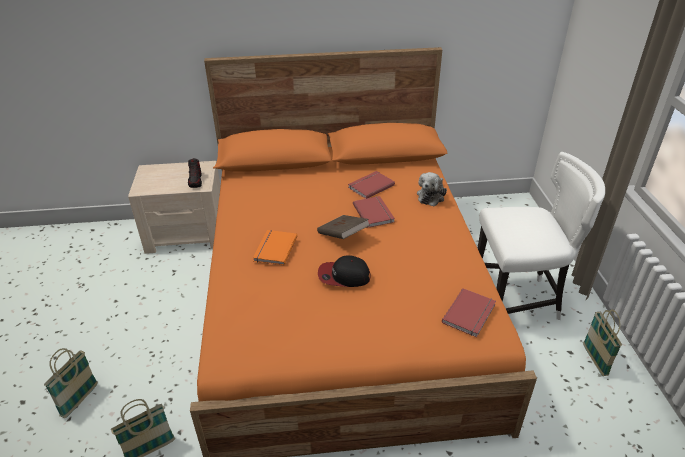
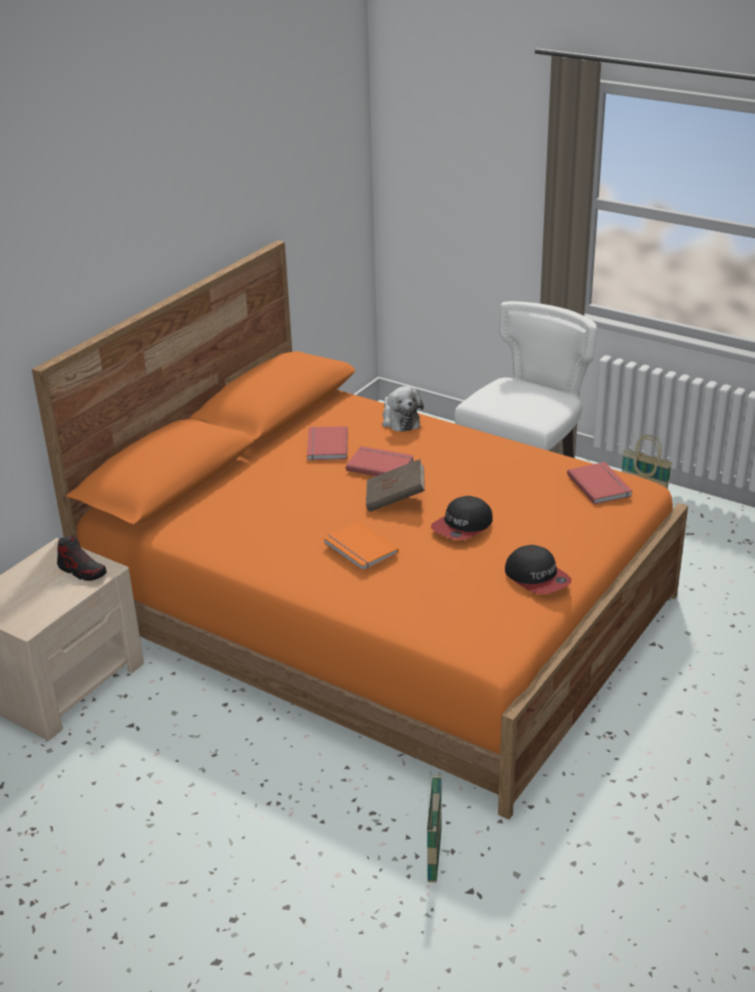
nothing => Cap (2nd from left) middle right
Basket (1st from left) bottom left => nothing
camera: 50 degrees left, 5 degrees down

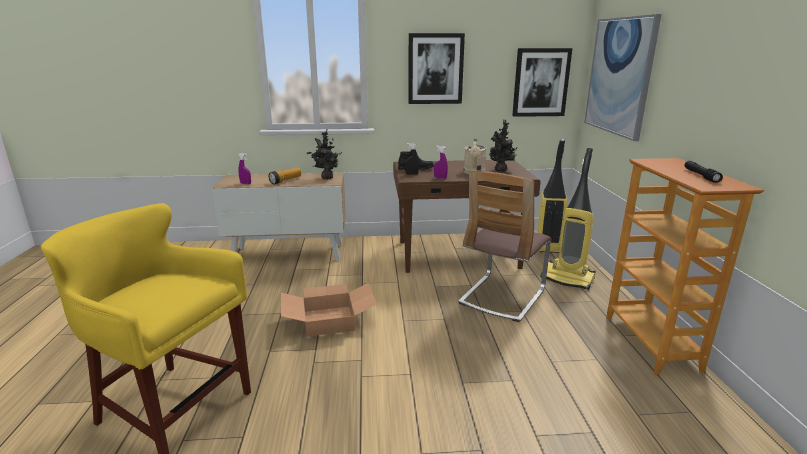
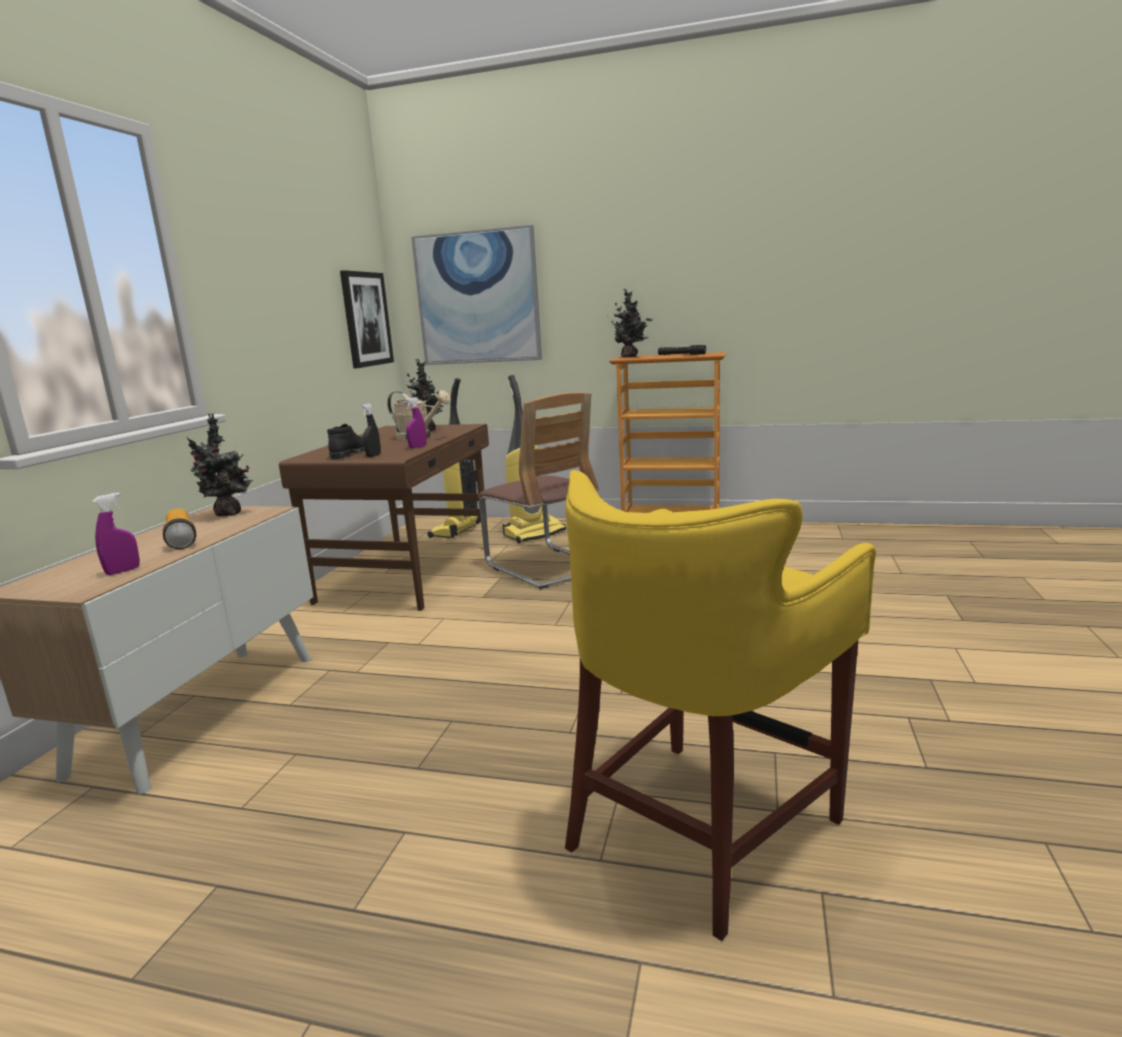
nothing => PottedPlant (3rd from left) top centre
CardboardBox bottom centre => nothing
Picture (1st from left) top centre => nothing
camera: 70 degrees left, 5 degrees down

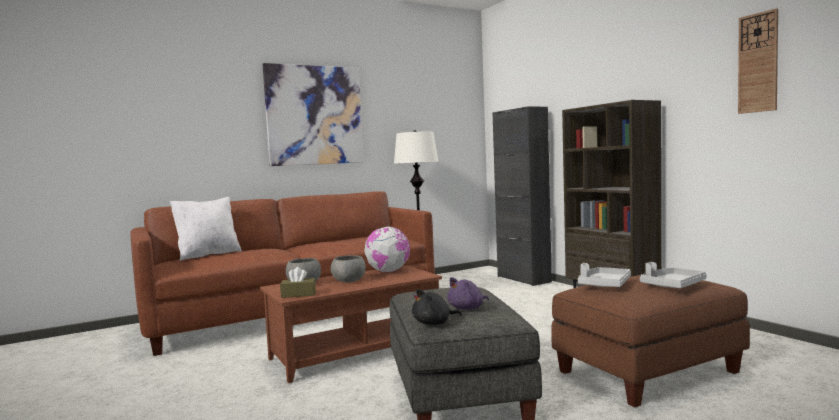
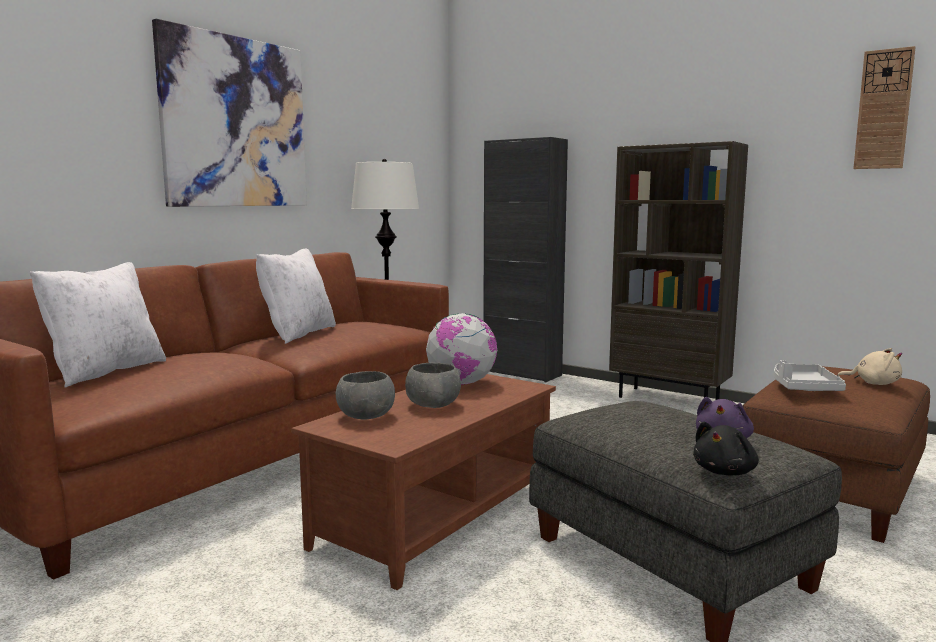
nothing => WhitePillow (2nd from left) middle left
GreyTray (2nd from left) middle right => BeigePlushToy middle right
BrownTissueBox bottom centre => nothing
camera: 25 degrees left, 5 degrees up

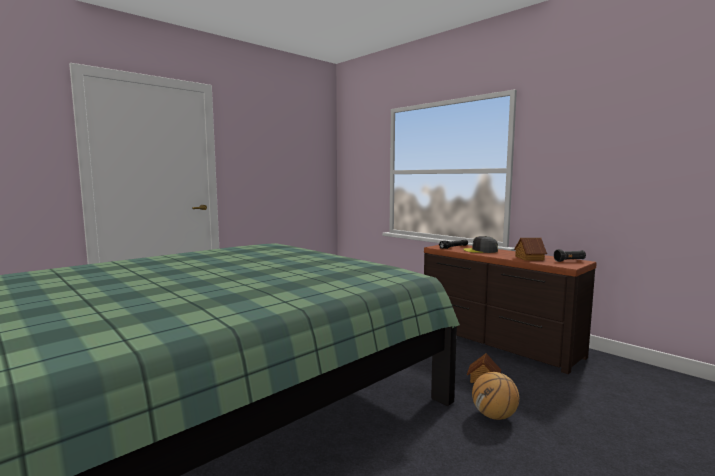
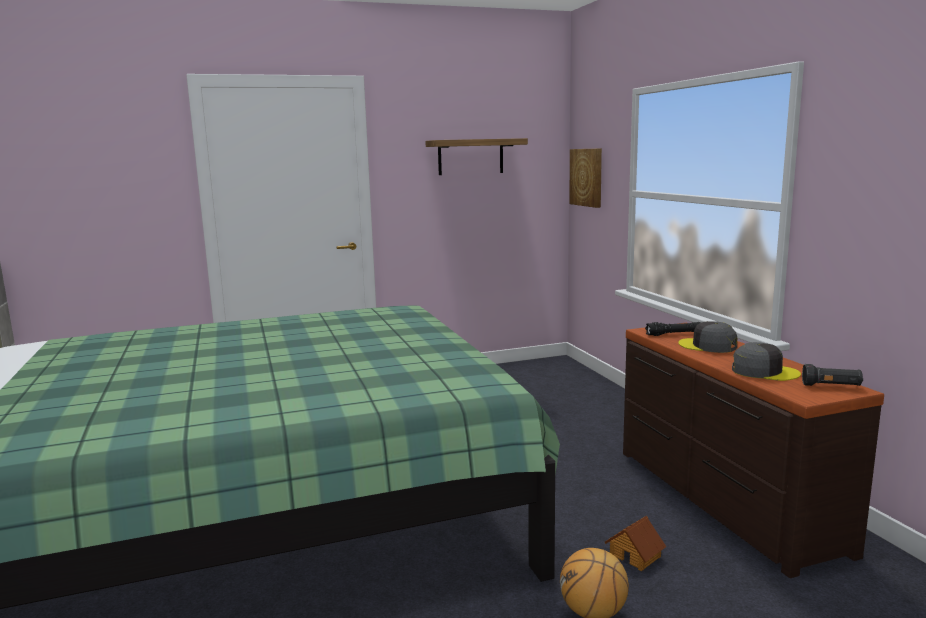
nothing => Shelf top centre
nothing => Picture top centre
ToyHouse (2nd from left) middle right => GreyCap (2nd from left) middle right
camera: 25 degrees right, 5 degrees up

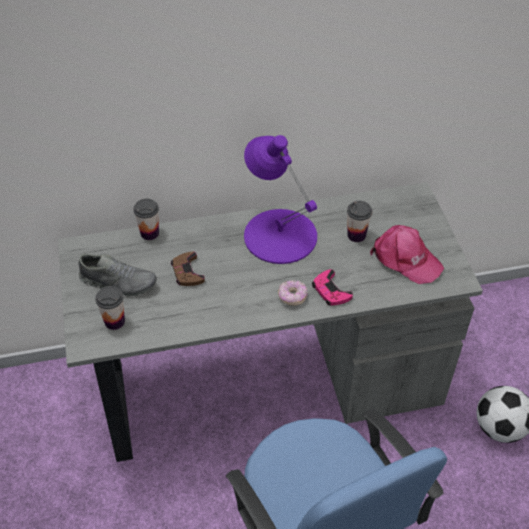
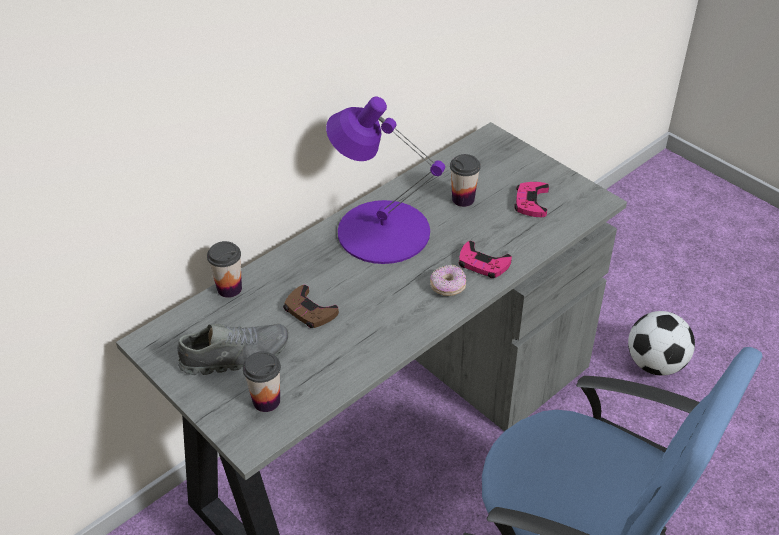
PinkCap middle right => PinkGameController (2nd from left) middle right
camera: 30 degrees left, 5 degrees down

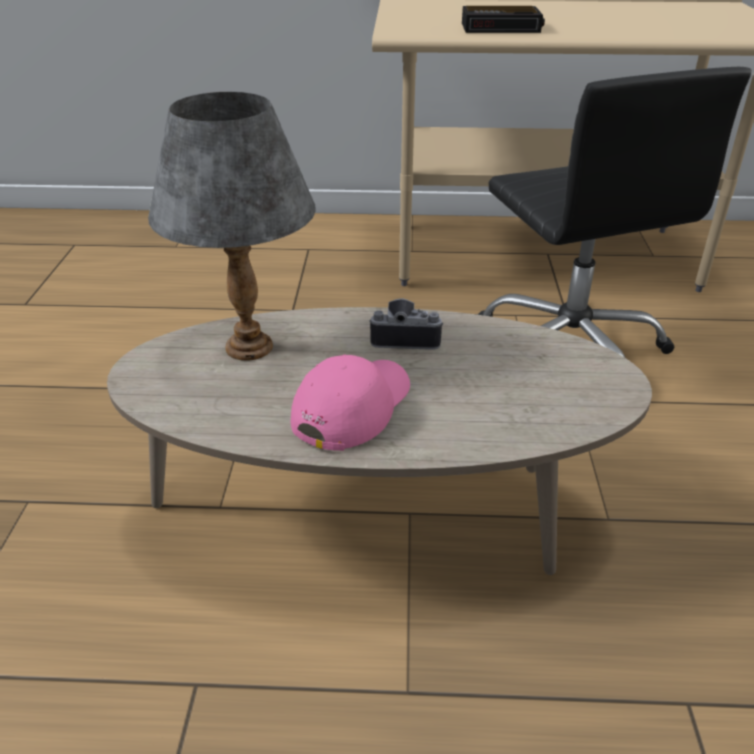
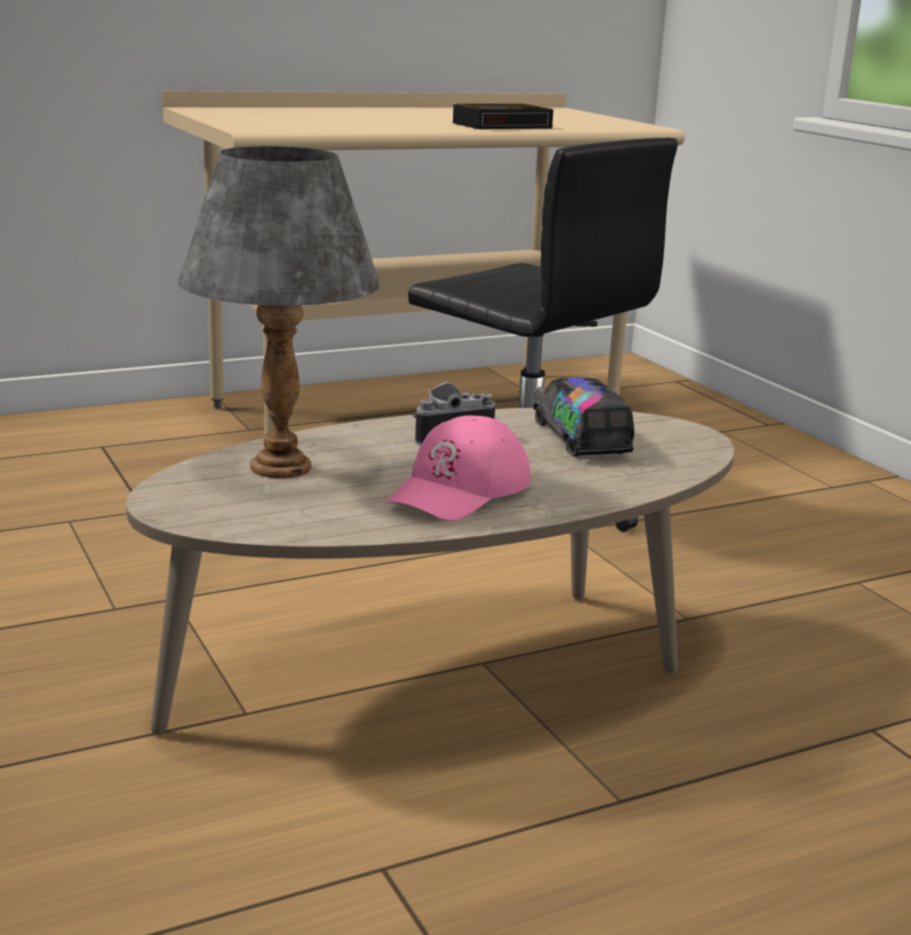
PinkCap centre, 150 degrees counterclockwise
AlarmClock top right => AlarmClock top centre, moved
nothing => ToyTruck centre
camera: 30 degrees left, 15 degrees down

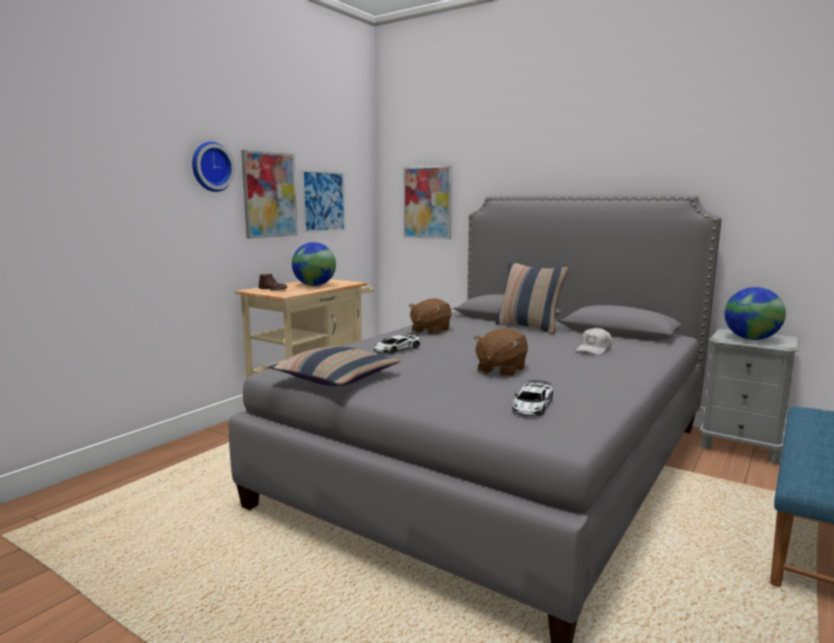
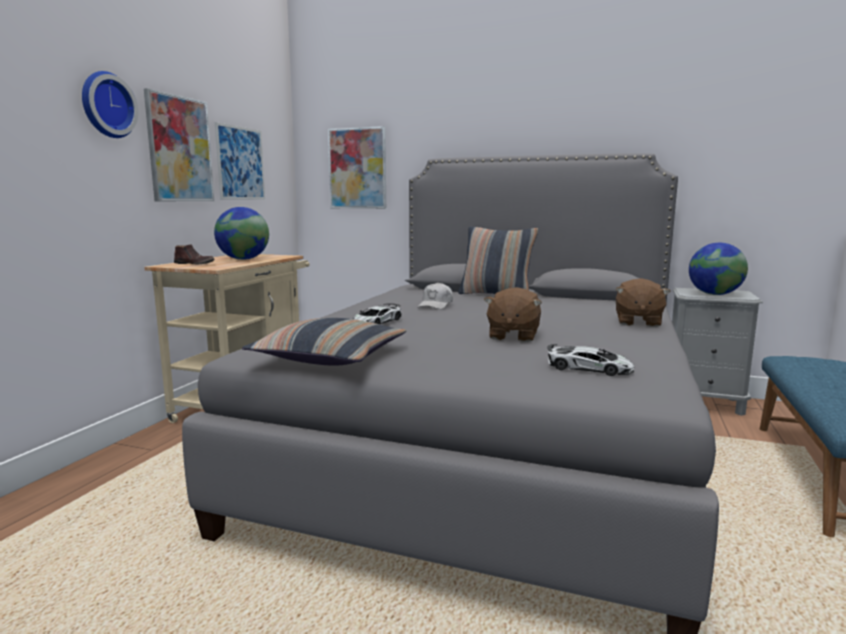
WhiteCap middle right => WhiteCap centre, moved
ToyCar (2nd from left) centre => ToyCar (2nd from left) middle right, 75 degrees counterclockwise
BrownPlushToy (1st from left in the first image) centre => BrownPlushToy (2nd from left) middle right, moved
camera: 15 degrees left, 0 degrees up

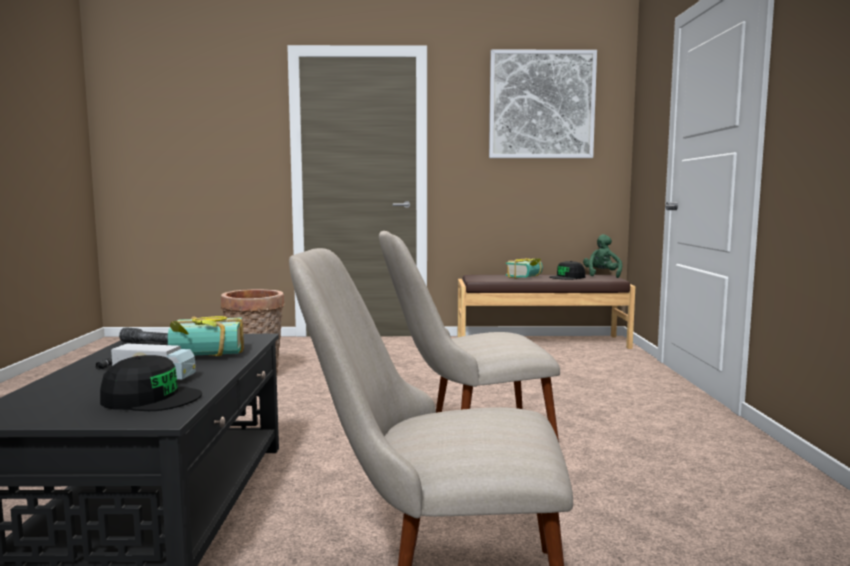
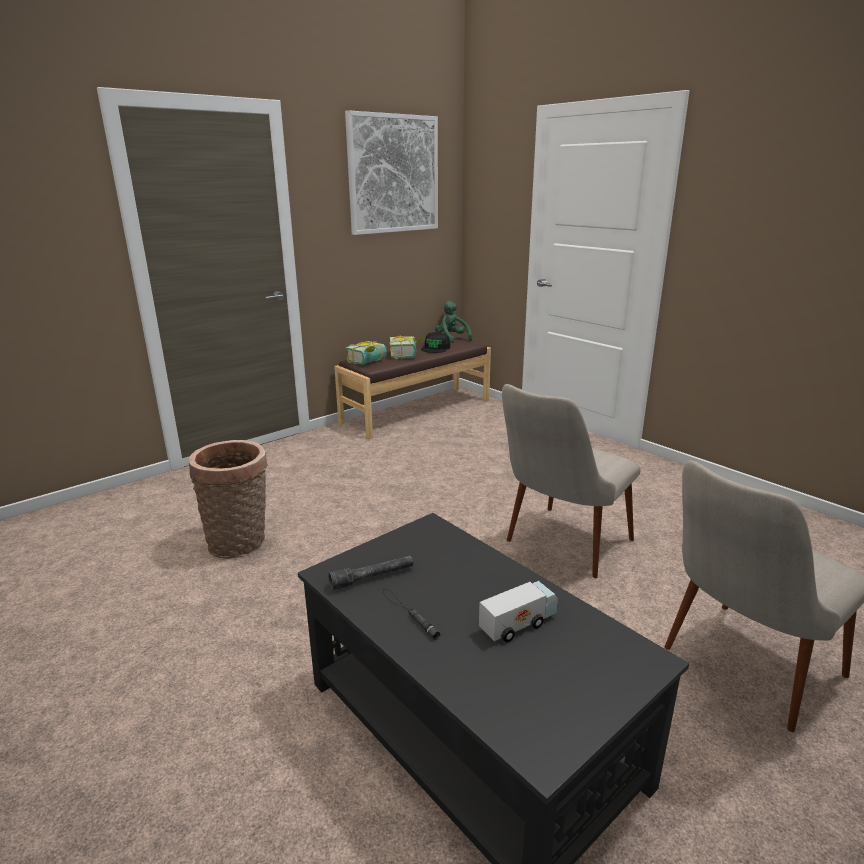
Book (1st from left) middle left => Book (1st from left) centre, moved
BlackCap (1st from left) bottom left => nothing
camera: 40 degrees left, 15 degrees up

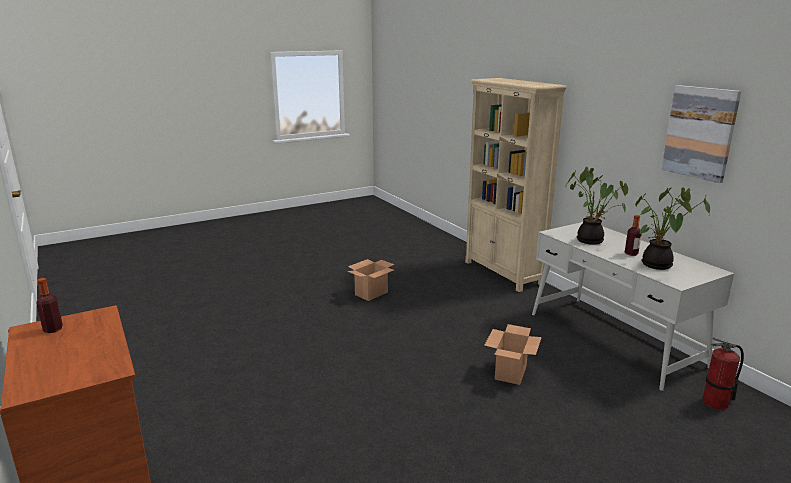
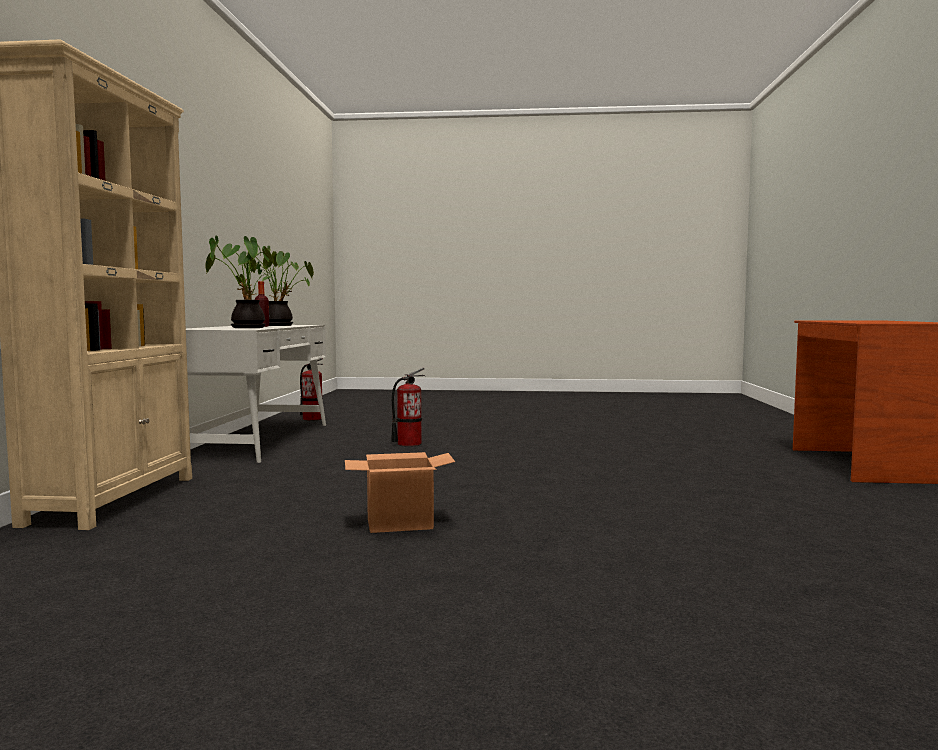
CardboardBox (2nd from left) bottom centre => FireExtinguisher (2nd from left) centre
Bottle (1st from left) middle left => nothing
Picture top right => nothing
camera: 145 degrees left, 15 degrees down

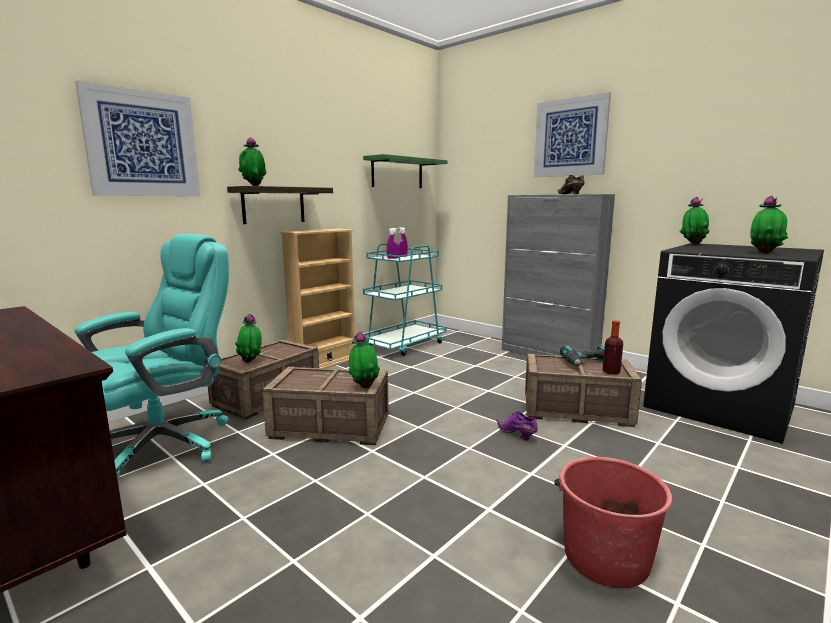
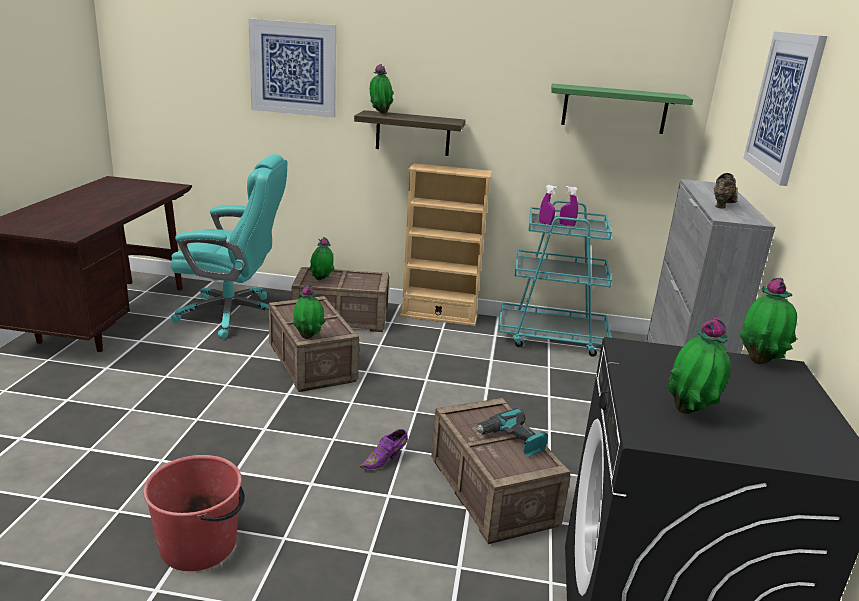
PurpleShoe bottom centre, 150 degrees counterclockwise
Bottle middle right => nothing
camera: 55 degrees right, 10 degrees up

